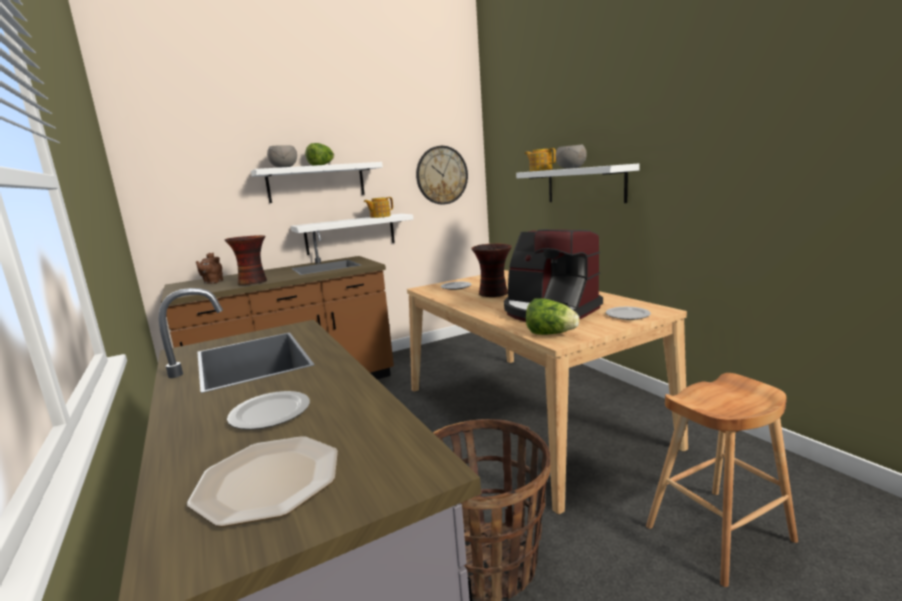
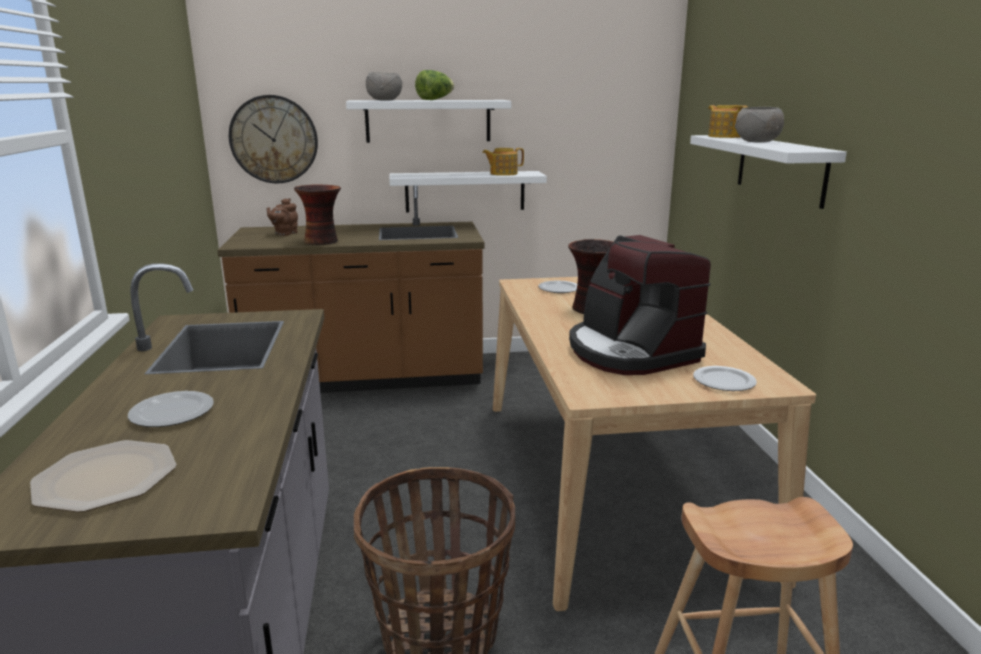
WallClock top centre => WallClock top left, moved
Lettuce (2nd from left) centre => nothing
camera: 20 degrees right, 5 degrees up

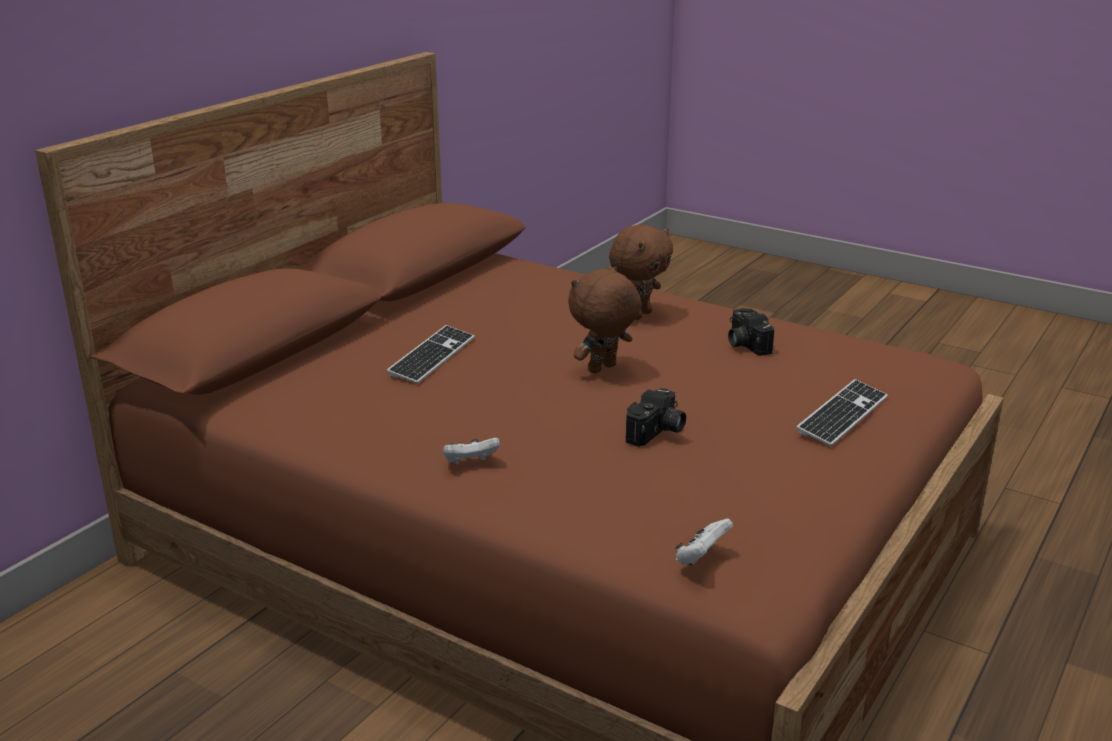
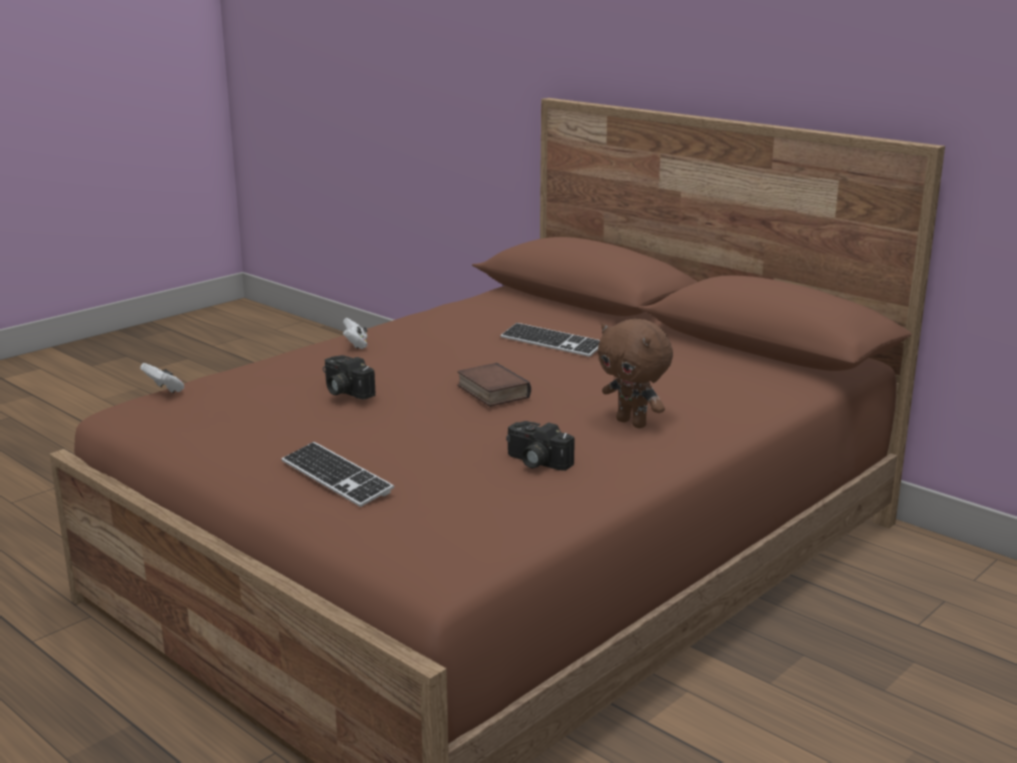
BrownPlushToy (1st from left) centre => Book centre
PhotoCamera (2nd from left) middle right => PhotoCamera (2nd from left) centre, 135 degrees counterclockwise
camera: 100 degrees right, 5 degrees down

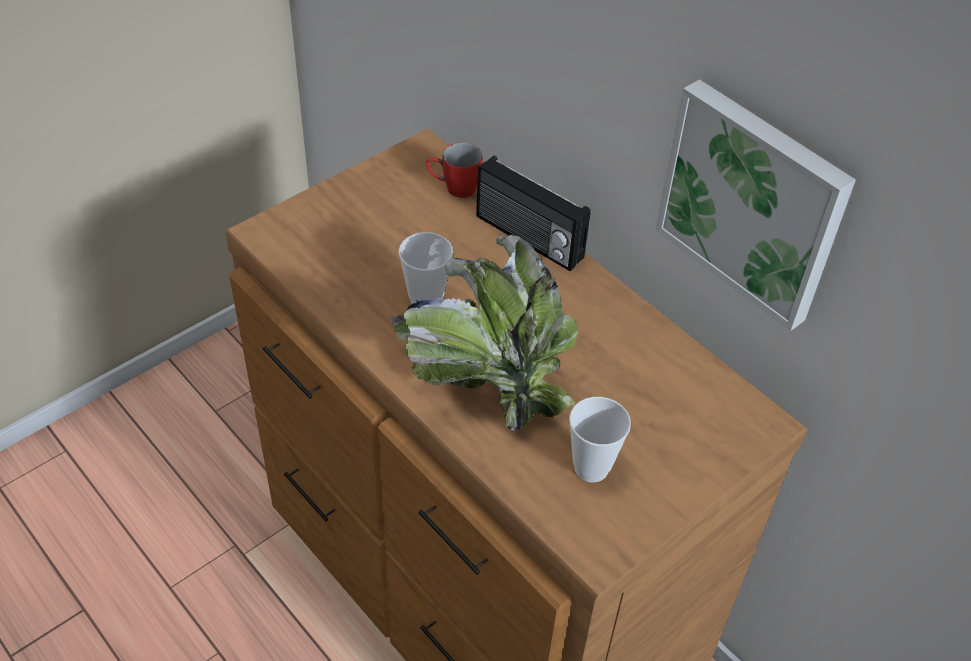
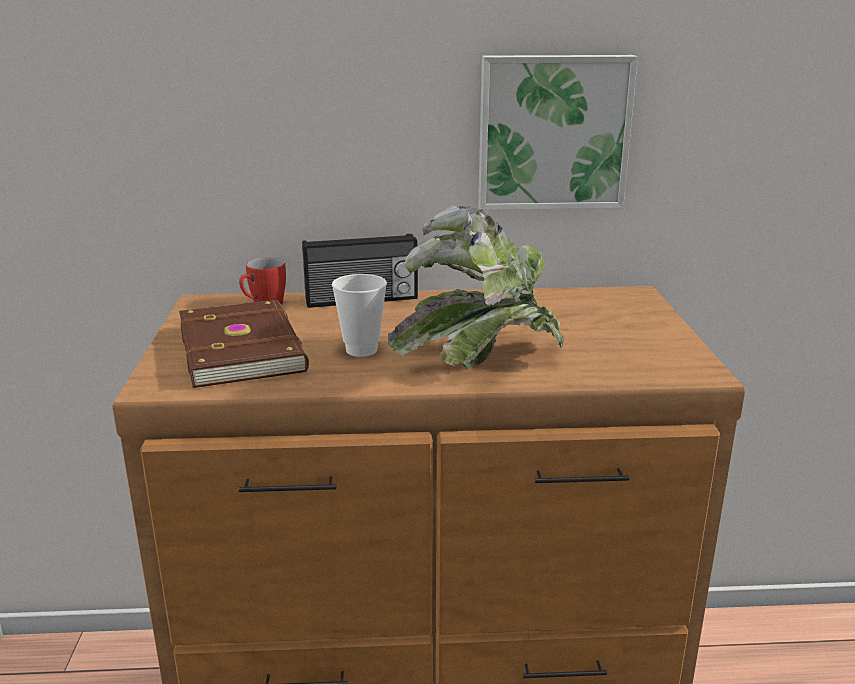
nothing => BrownBook middle left
Cup (2nd from left) centre => nothing
camera: 50 degrees left, 25 degrees down

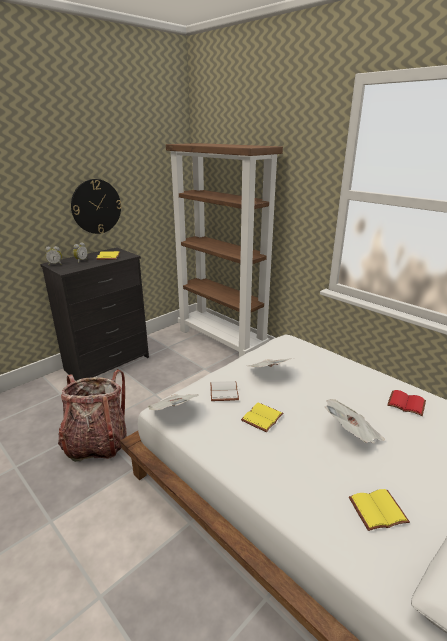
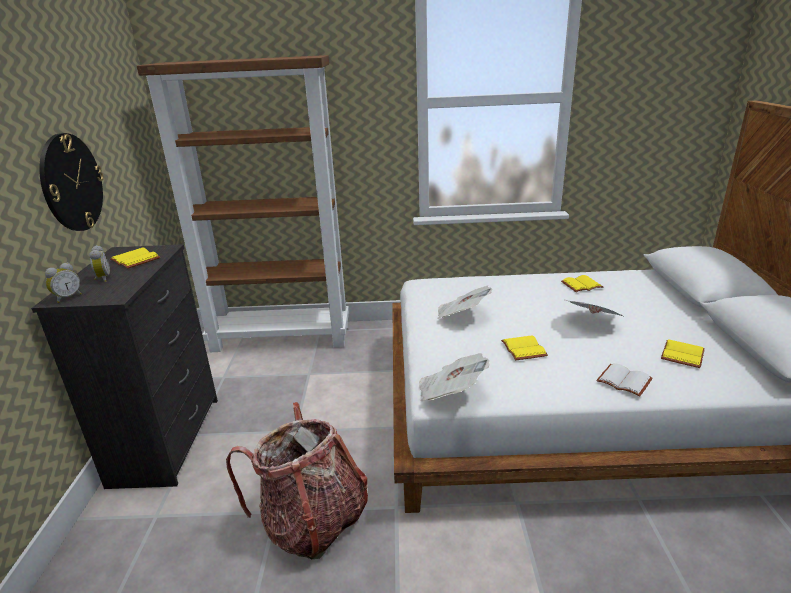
RedBook middle right => YellowBook (3rd from left) middle right
WhiteBook centre => WhiteBook middle right, moved
camera: 45 degrees left, 0 degrees up

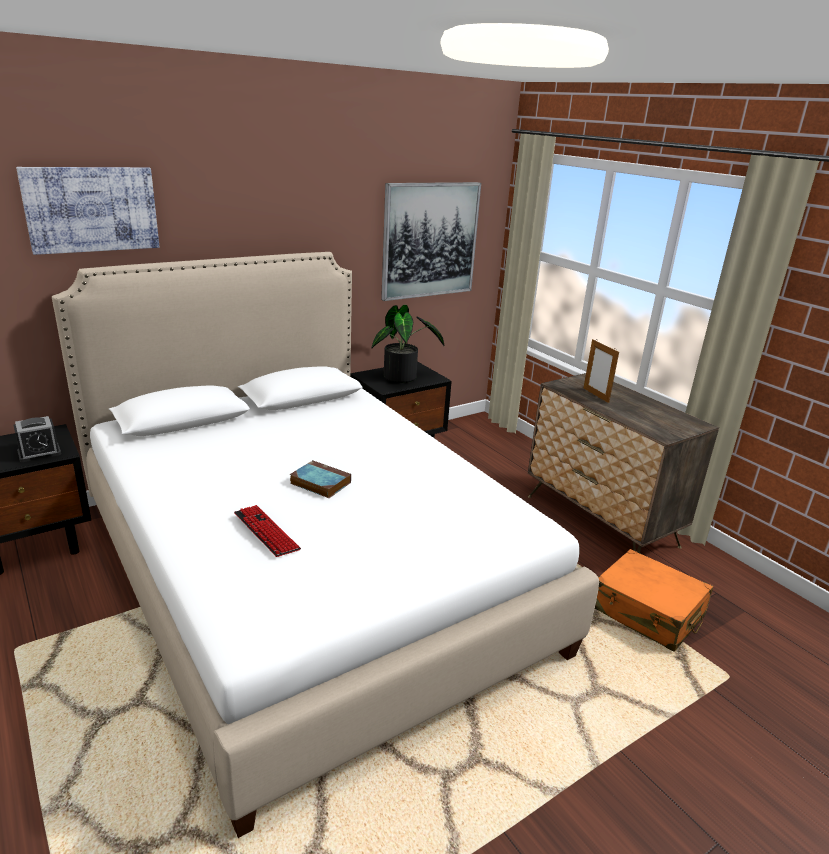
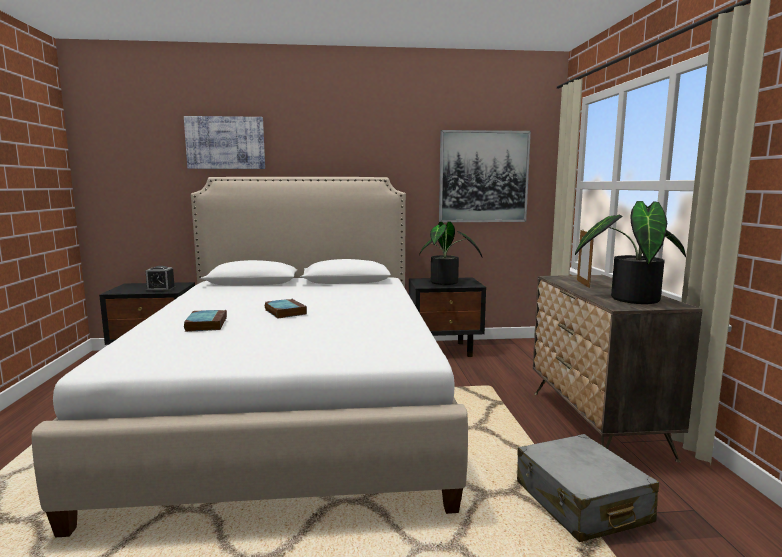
Keyboard middle left => Book (1st from left) middle left
OrangeSuitcase bottom right => GreySuitcase bottom right
nothing => PottedPlant (2nd from left) middle right
camera: 30 degrees right, 15 degrees down

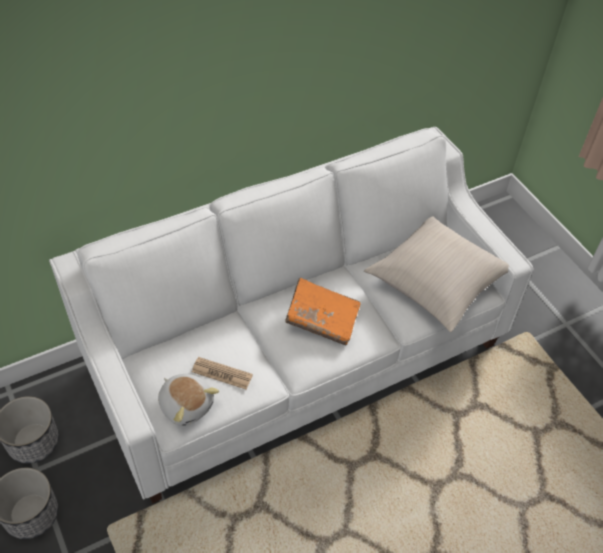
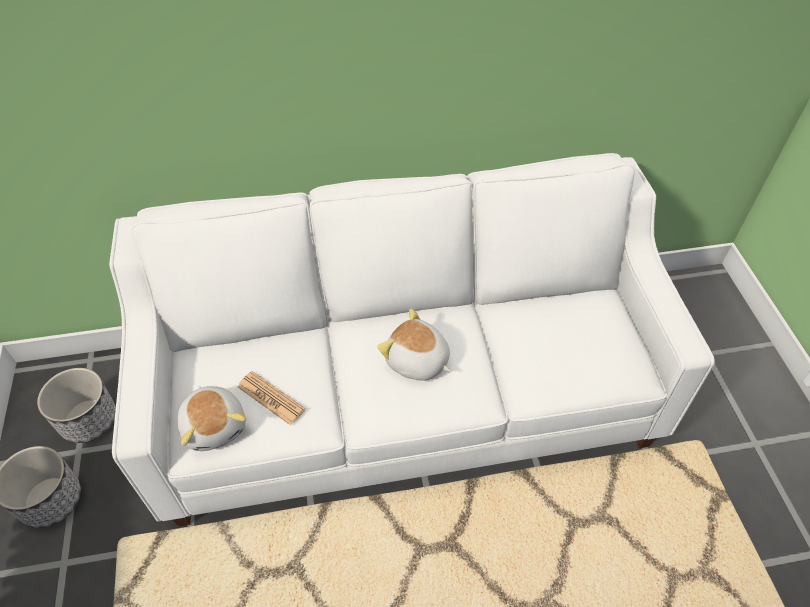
OrangeBook centre => PlushToy (2nd from left) centre
BeigePillow middle right => nothing
camera: 20 degrees right, 0 degrees up

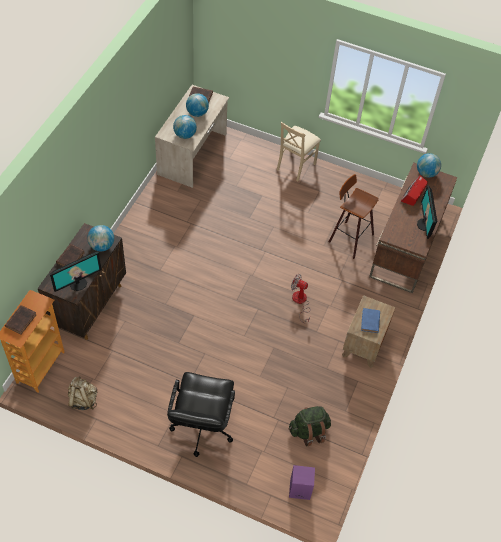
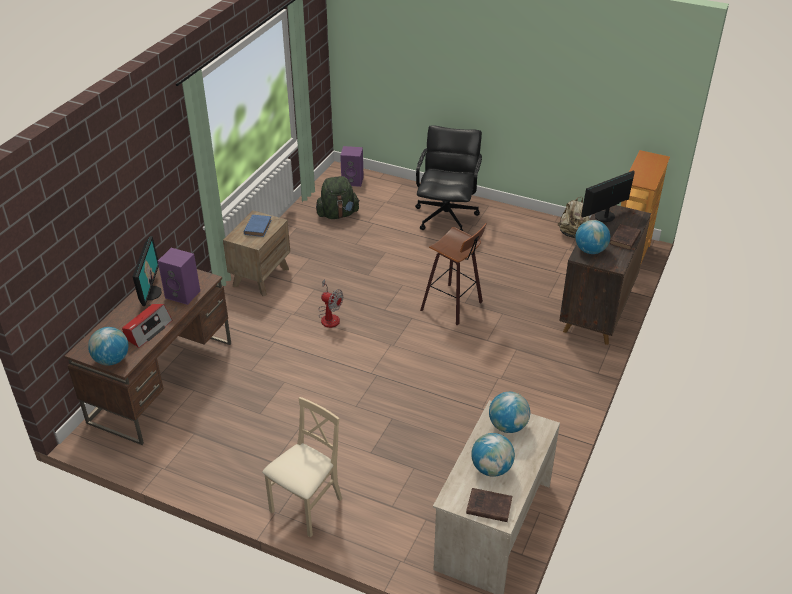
nothing => PurpleSpeaker (1st from left) middle left
Stool middle right => Stool centre, moved
BrownBook (1st from left) middle left => nothing
camera: 175 degrees left, 15 degrees down

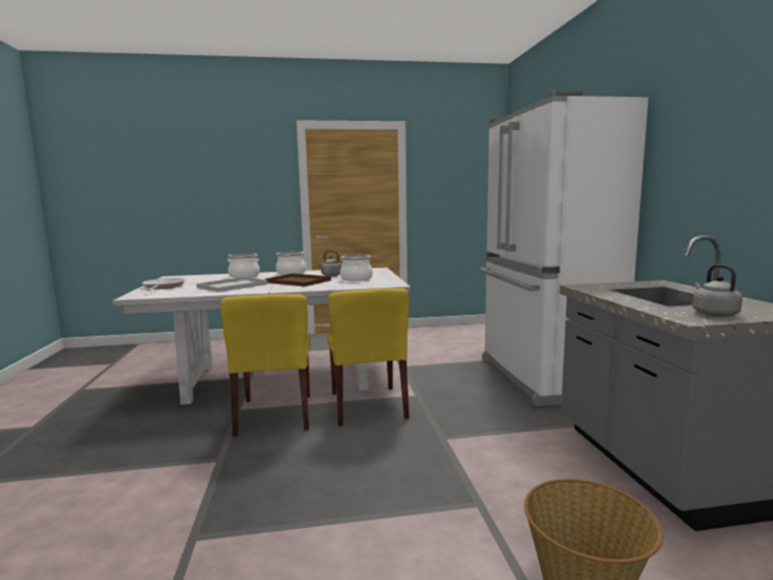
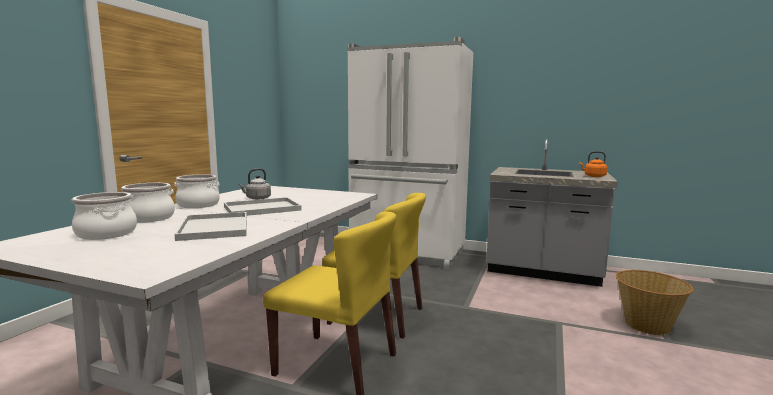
CookingPot (3rd from left in the first image) centre => CookingPot (1st from left) middle left, moved
BrownTray centre => WhiteTray (2nd from left) centre
GreyKettle (2nd from left) middle right => OrangeKettle middle right
FryingPan middle left => nothing
camera: 60 degrees left, 0 degrees up

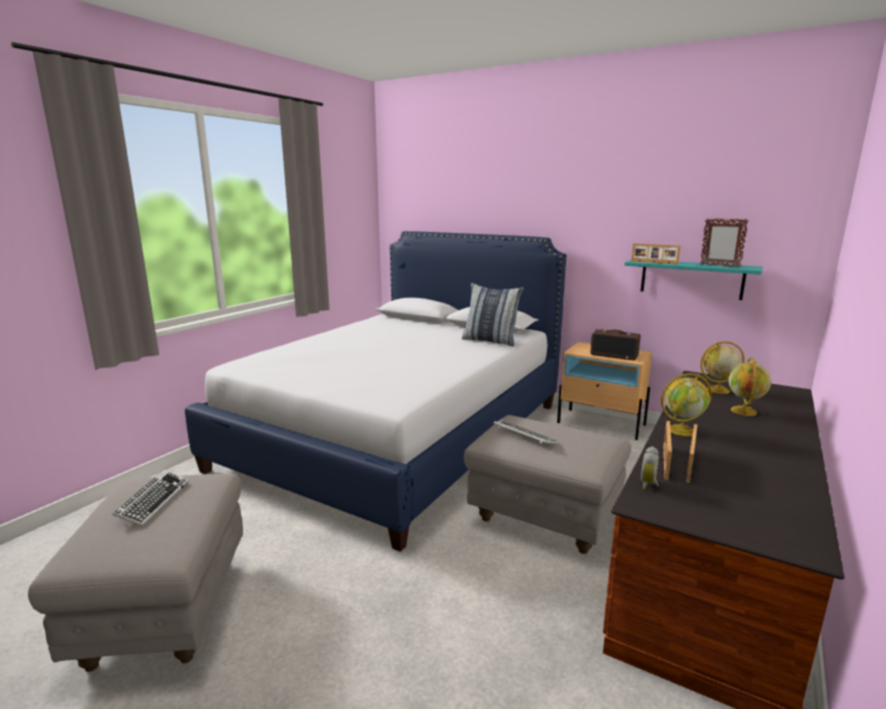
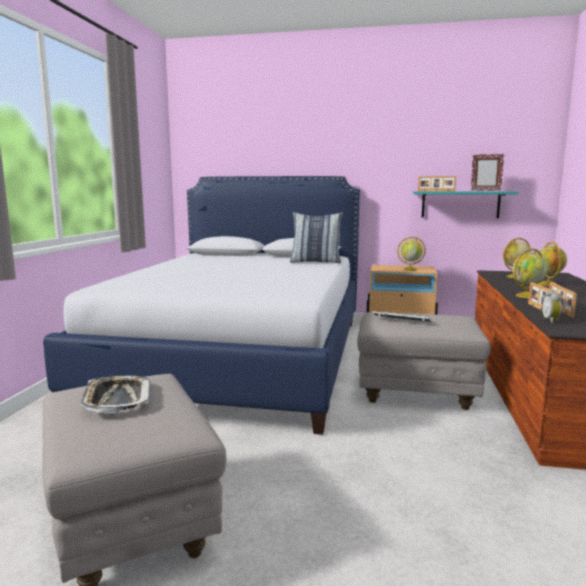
Keyboard (1st from left) bottom left => Tray bottom left
Radio middle right => Globe (1st from left) middle right
camera: 20 degrees left, 5 degrees down

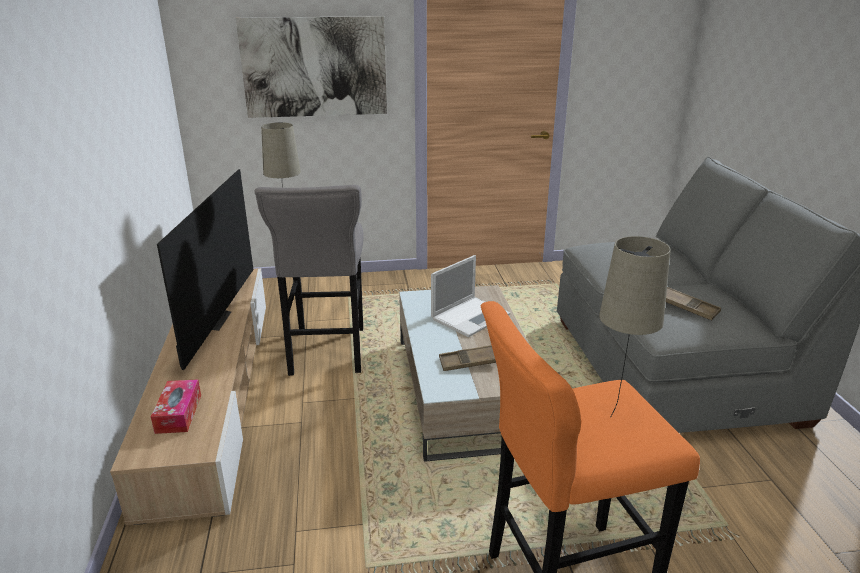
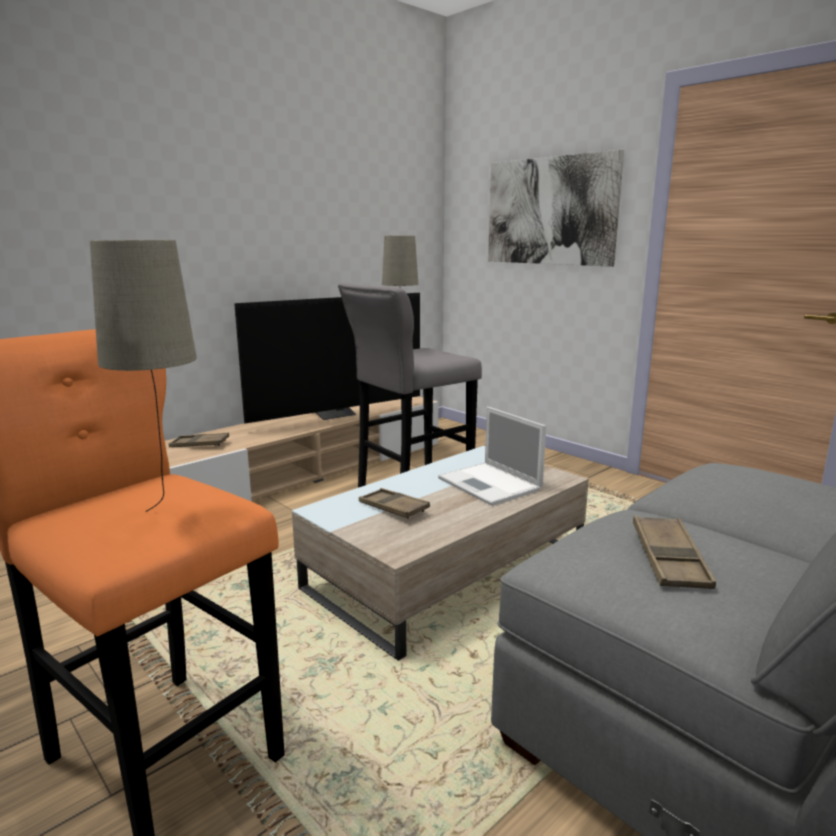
TissueBox bottom left => BrownTray (1st from left) middle left
Laptop centre, 45 degrees clockwise
camera: 55 degrees right, 10 degrees down

